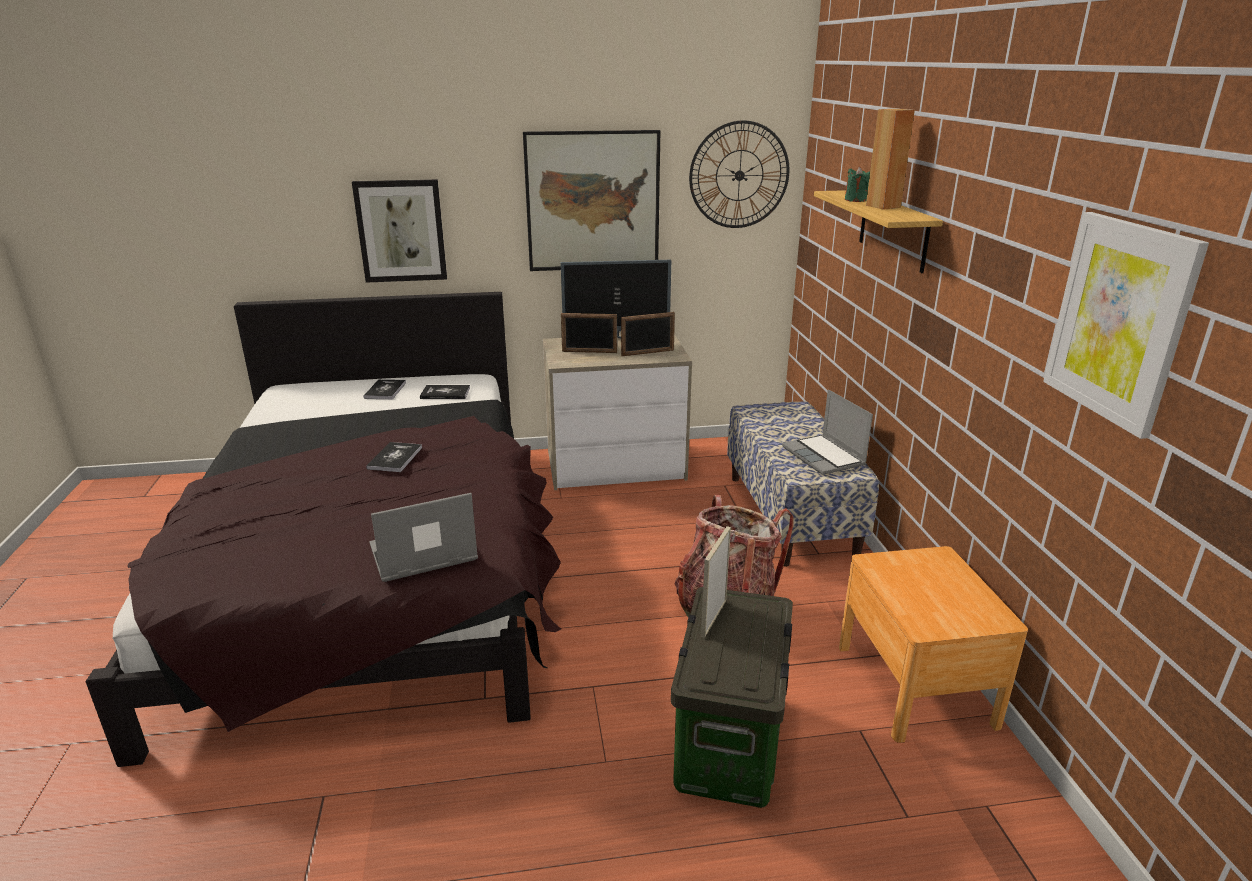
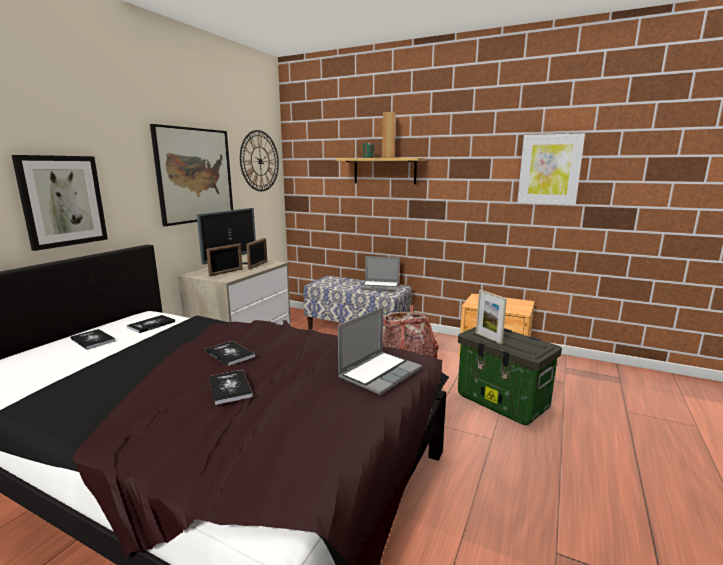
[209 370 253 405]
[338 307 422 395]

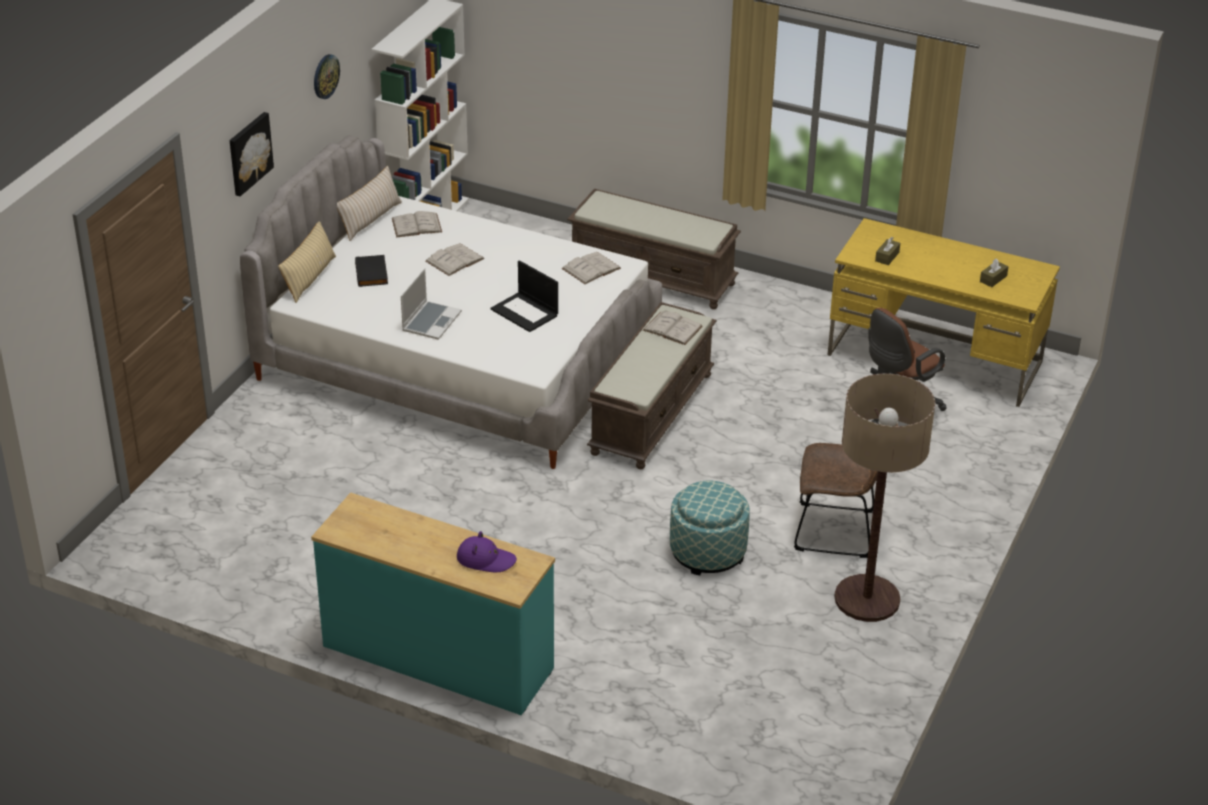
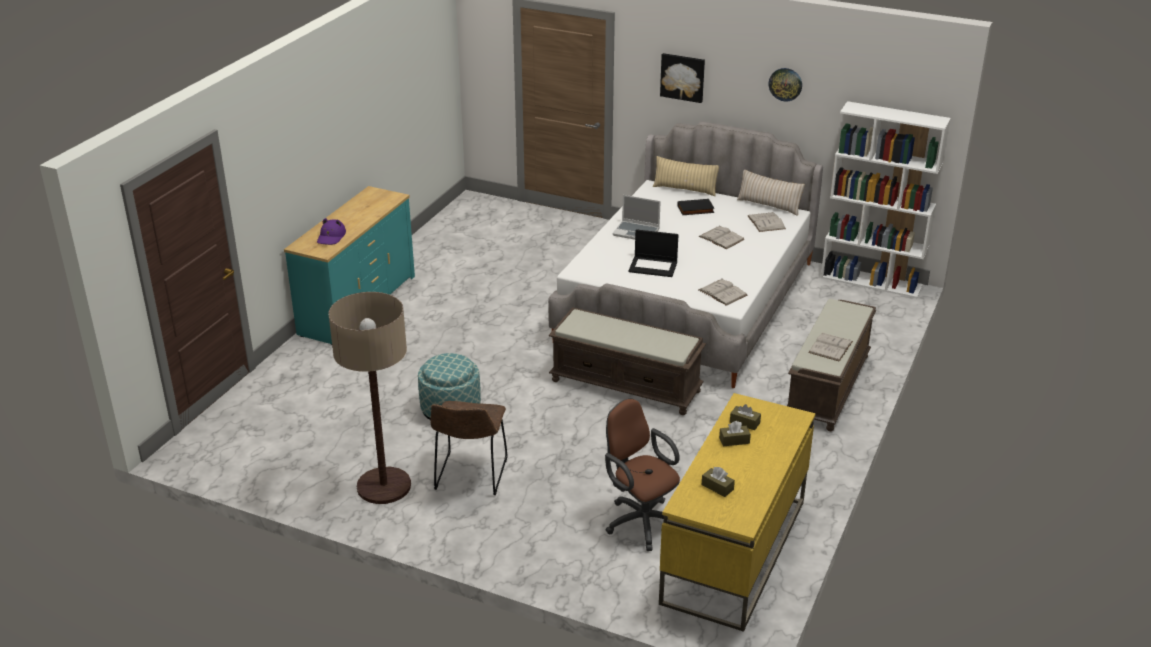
[629 229 679 277]
[719 421 751 447]
[808 333 853 361]

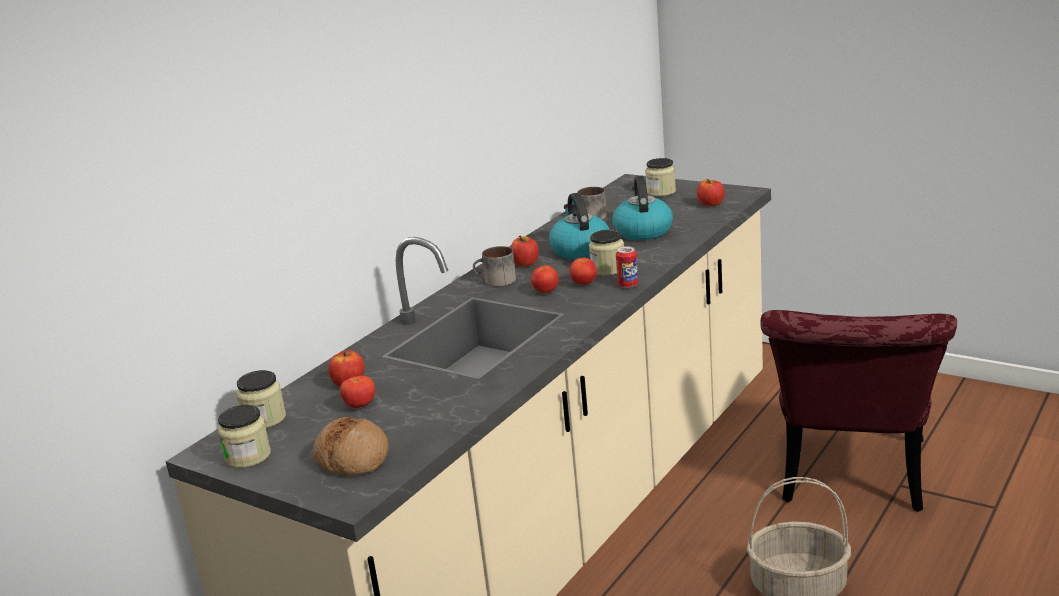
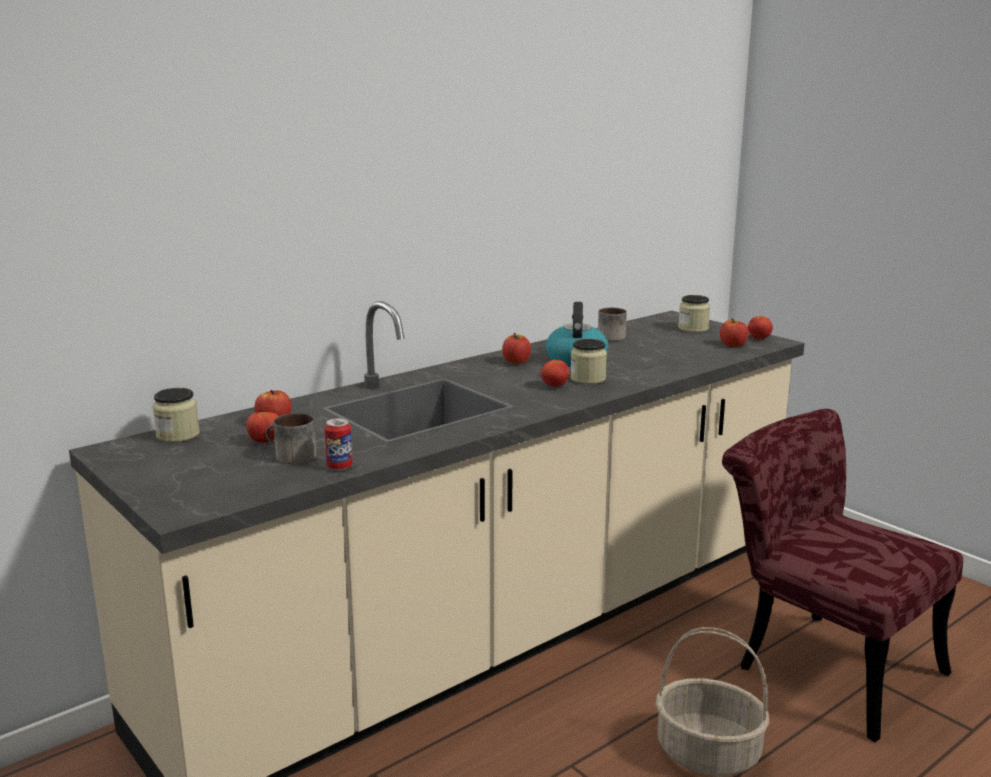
[266 413 316 464]
[325 418 352 471]
[722 409 963 742]
[748 316 773 339]
[218 405 271 468] (first image)
[313 417 389 476] (first image)
[612 176 673 240] (first image)

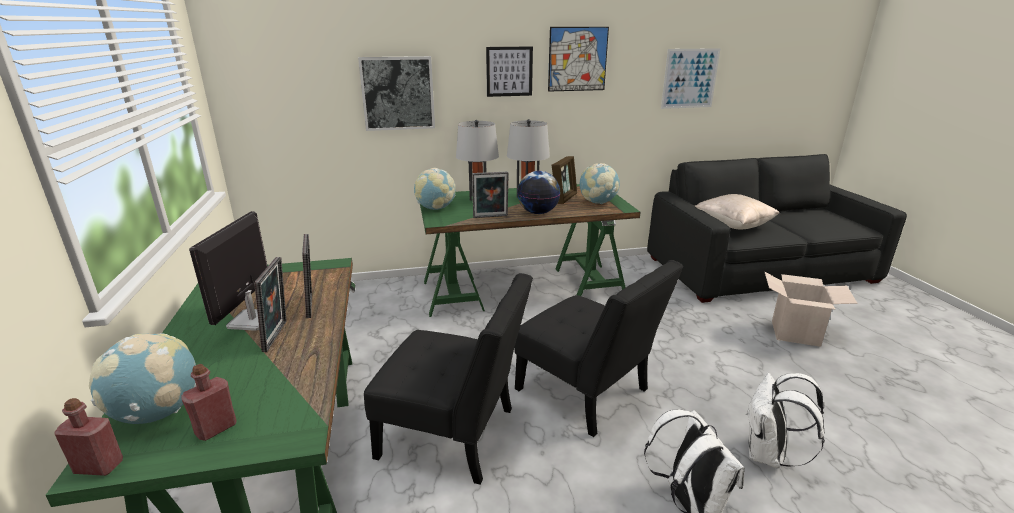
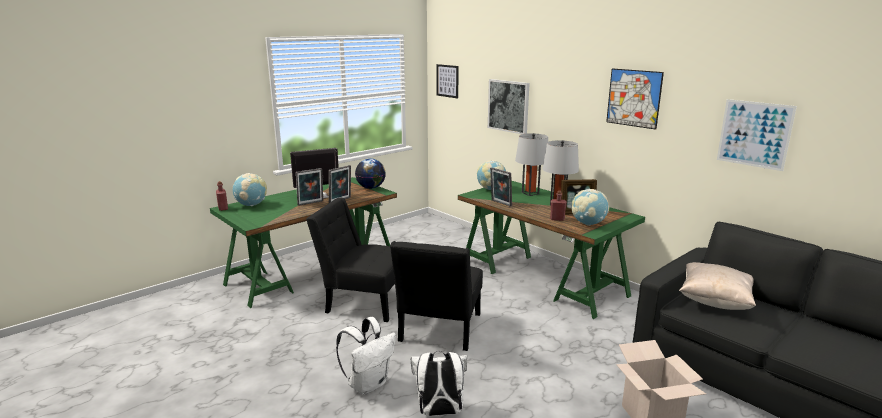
[306 198 395 322]
[355 158 386 189]
[436 64 459 98]
[550 191 567 221]

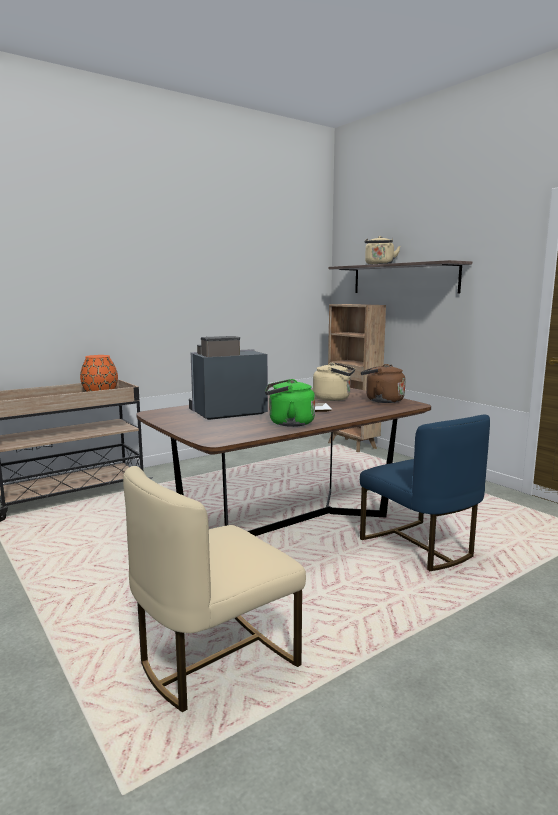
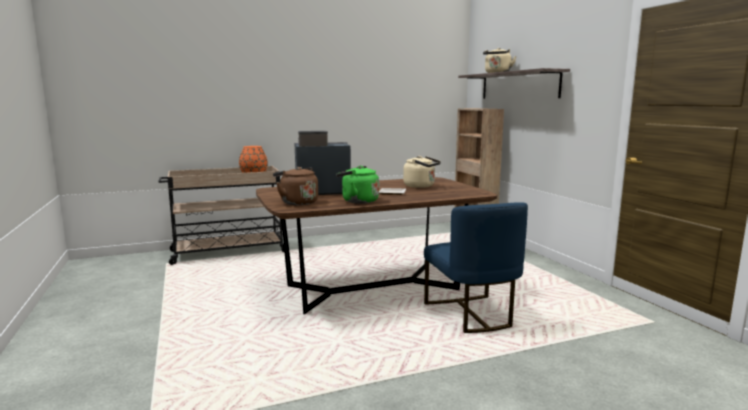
[273 167 318 205]
[123 466 306 712] (first image)

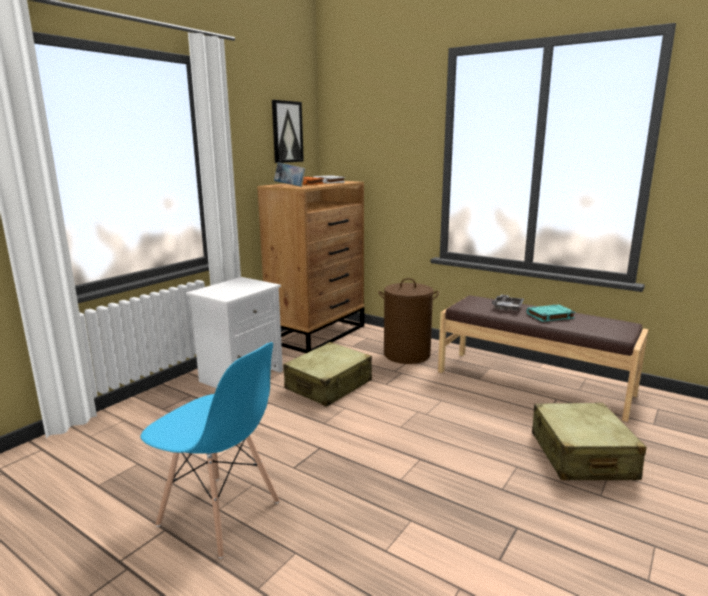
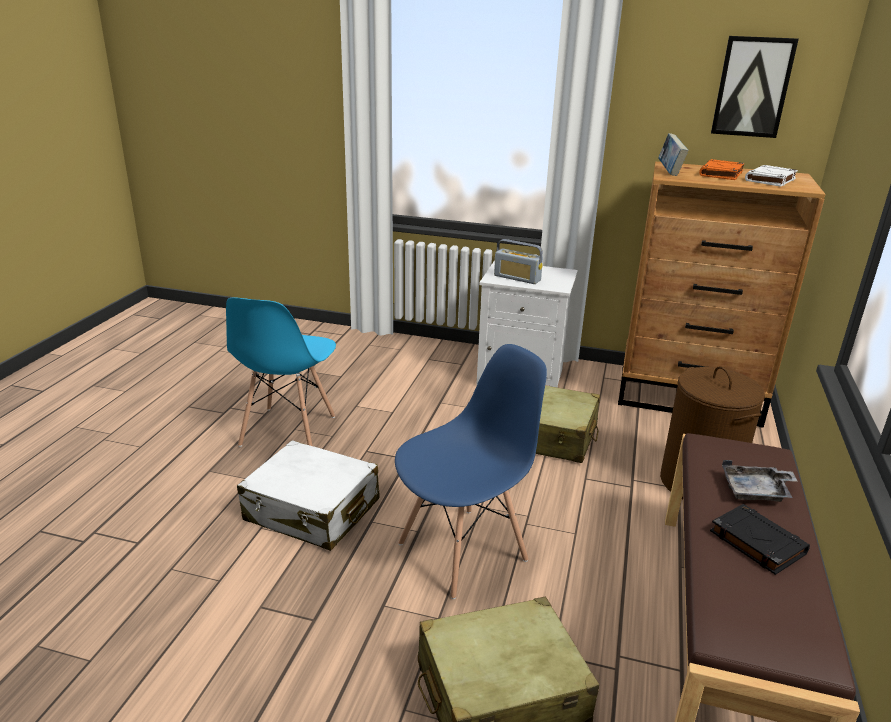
[237 440 379 551]
[395 344 547 599]
[494 239 543 284]
[710 504 810 575]

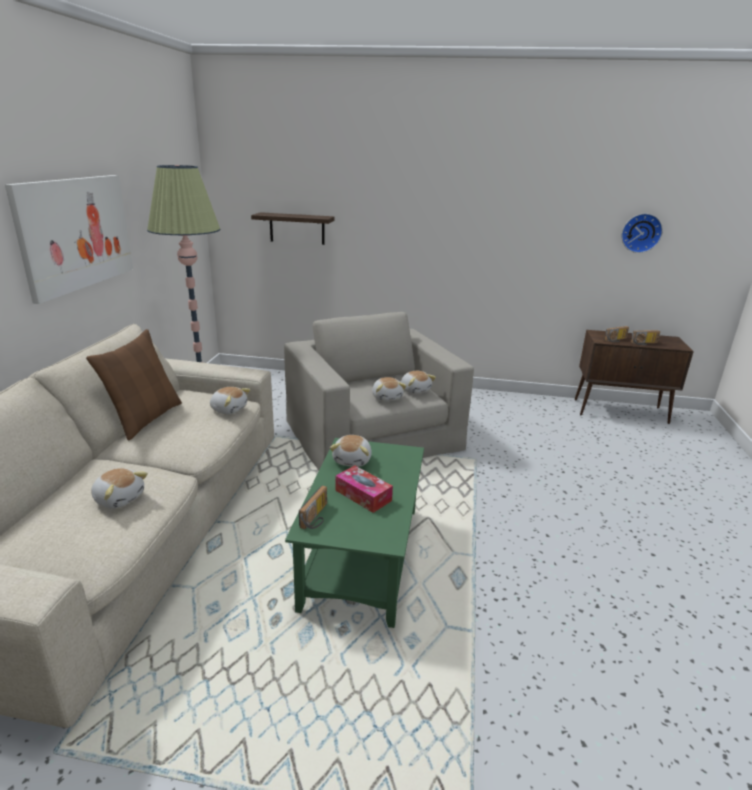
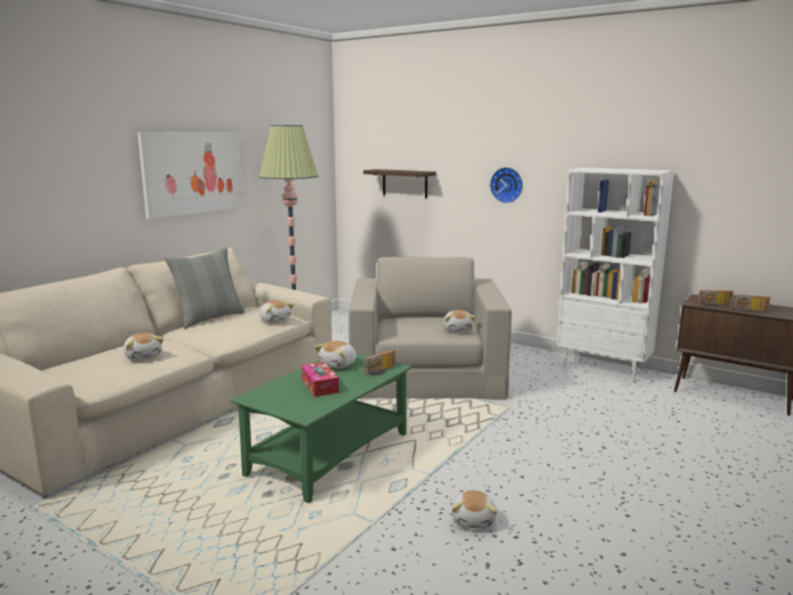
[164 247 245 328]
[364 349 395 375]
[452 490 497 529]
[490 167 523 203]
[557 168 674 381]

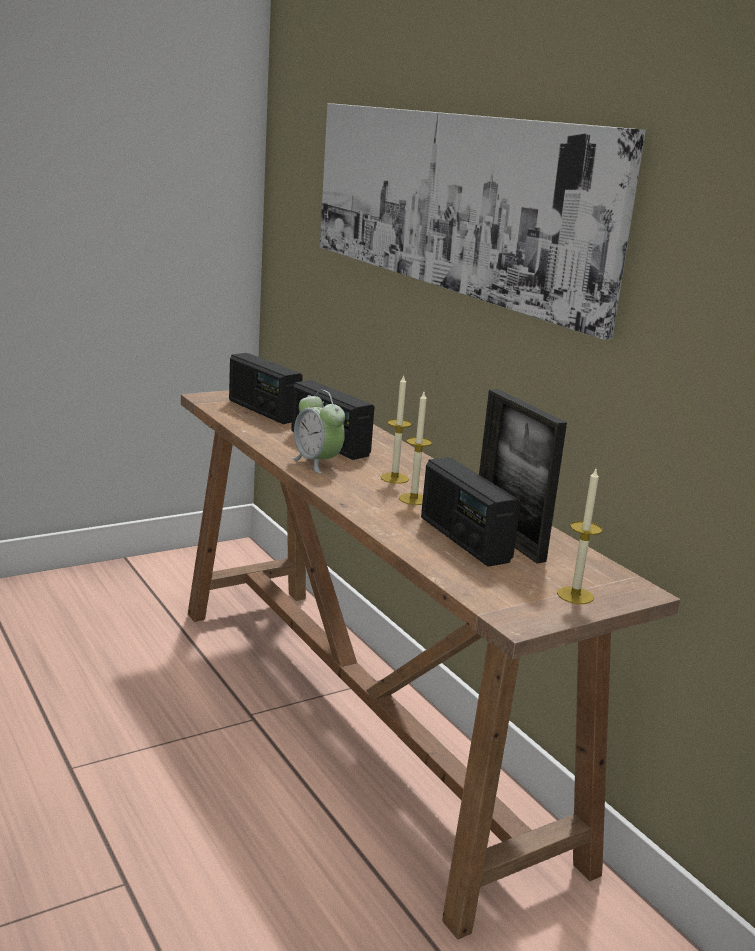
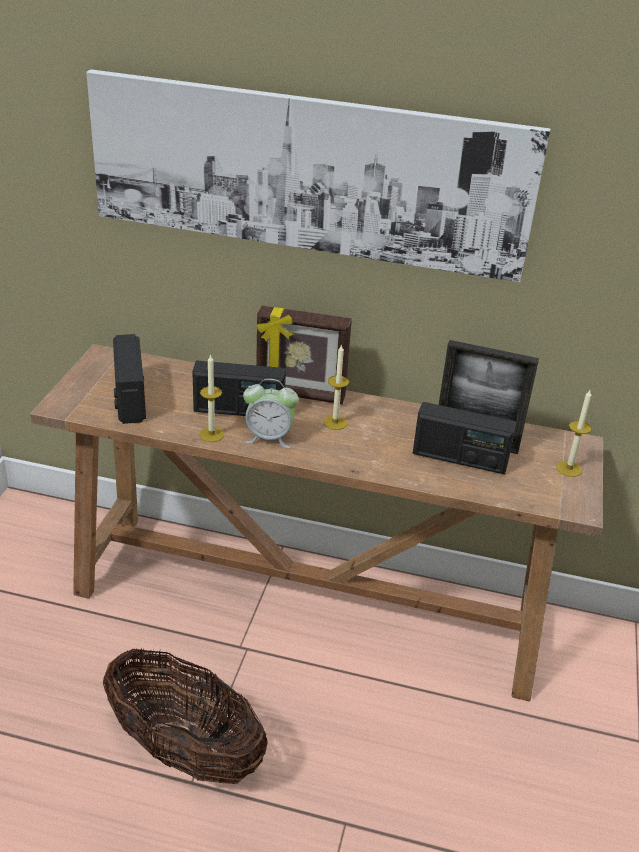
[103 649 268 784]
[113 334 146 424]
[199 354 224 442]
[256 306 352 404]

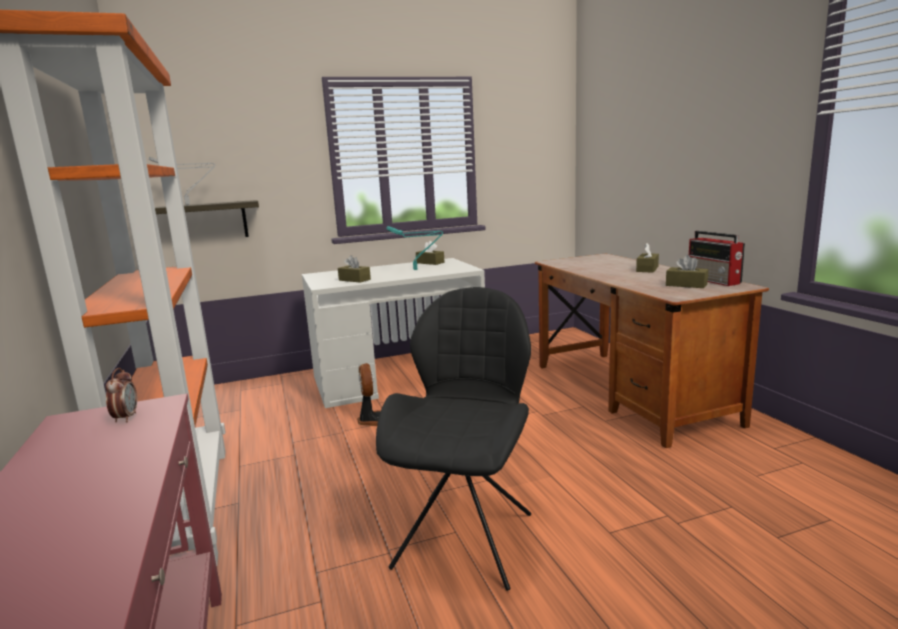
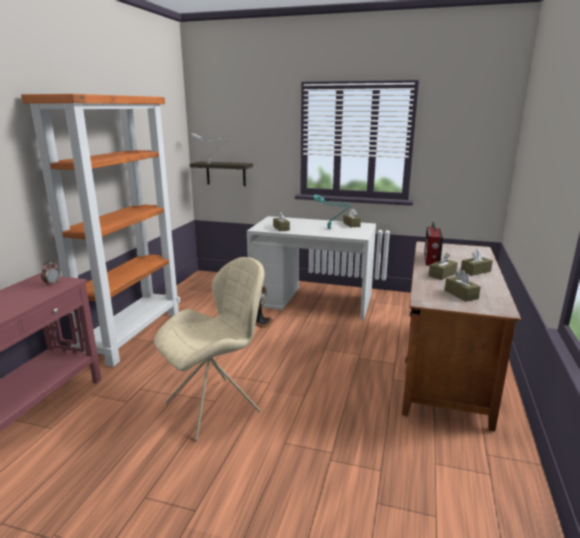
[154 257 264 441]
[424 222 443 266]
[428 252 458 280]

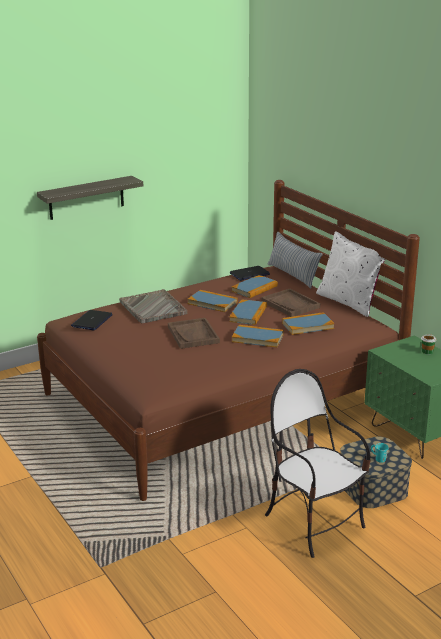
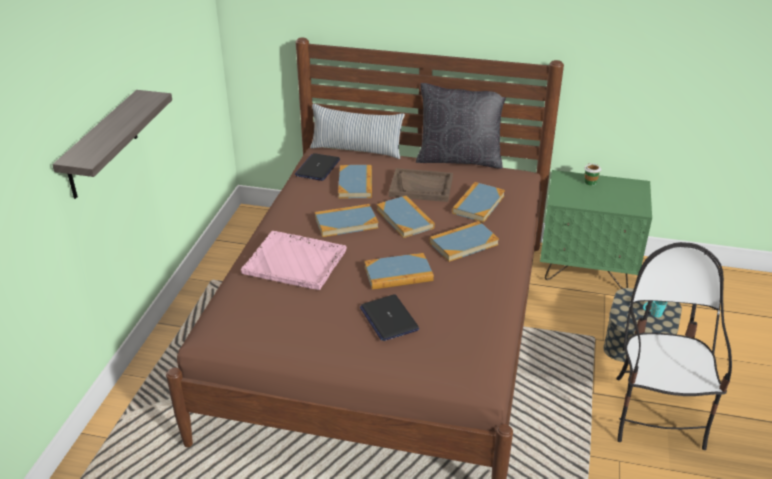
[241 231 347 290]
[360 294 419 341]
[364 253 434 290]
[416 83 506 169]
[616 242 732 450]

